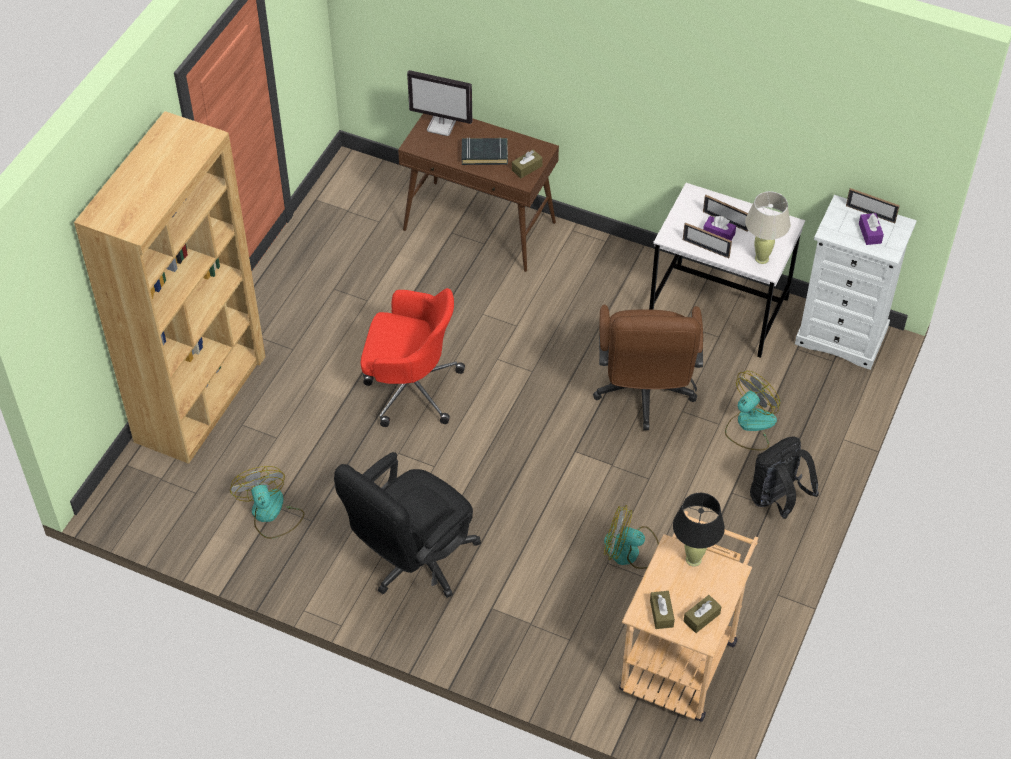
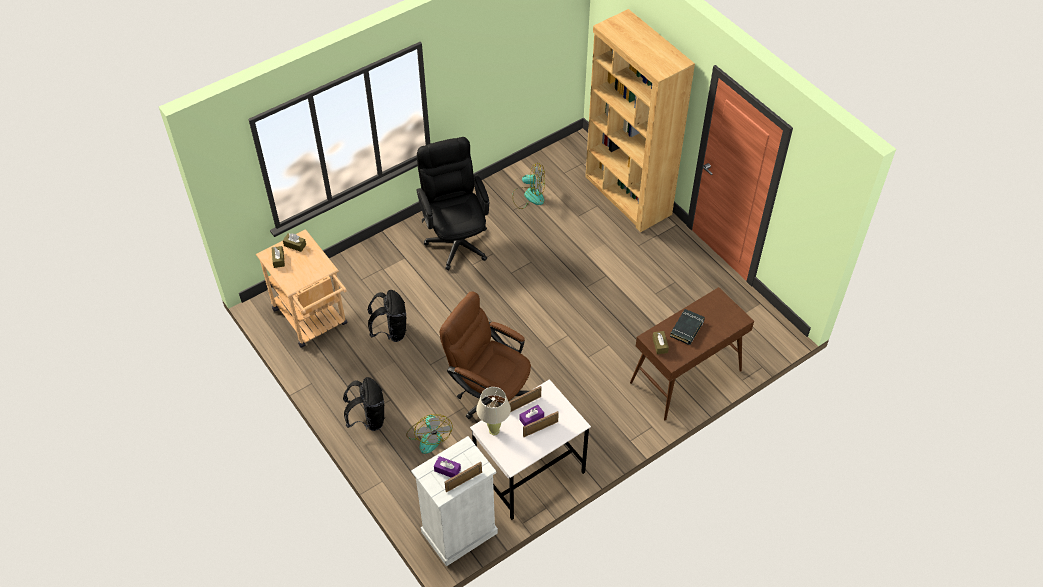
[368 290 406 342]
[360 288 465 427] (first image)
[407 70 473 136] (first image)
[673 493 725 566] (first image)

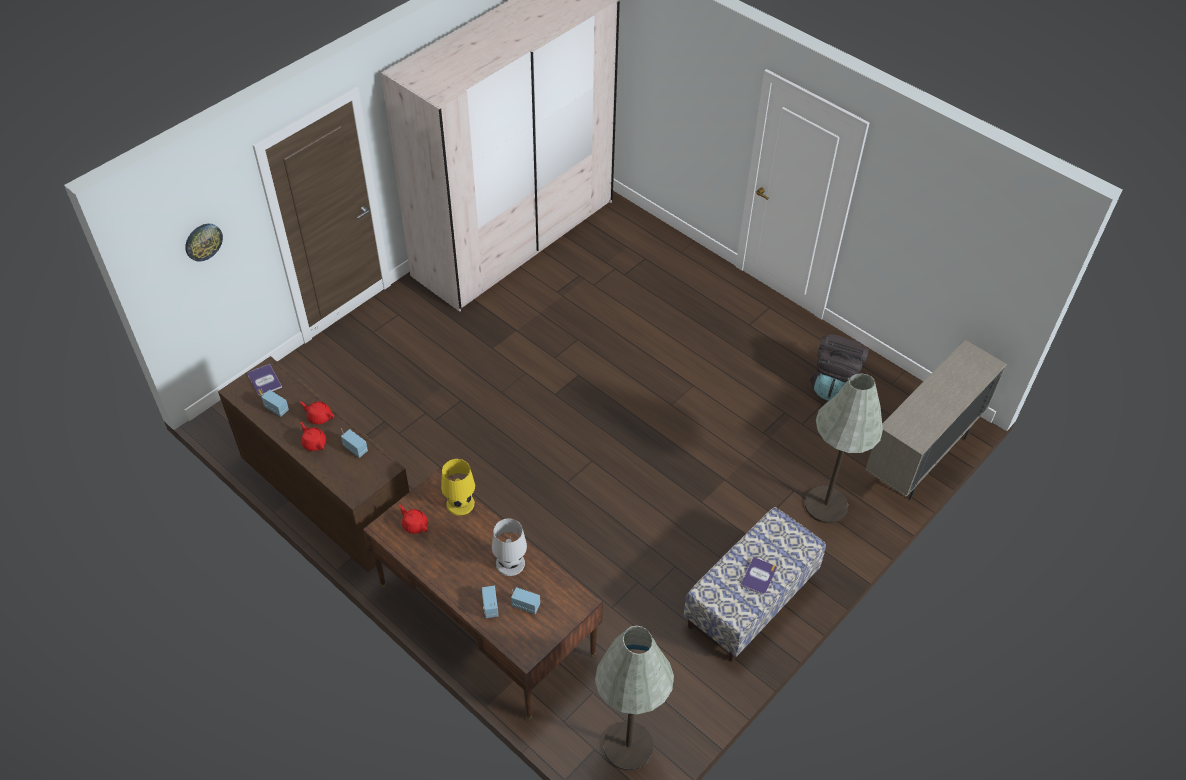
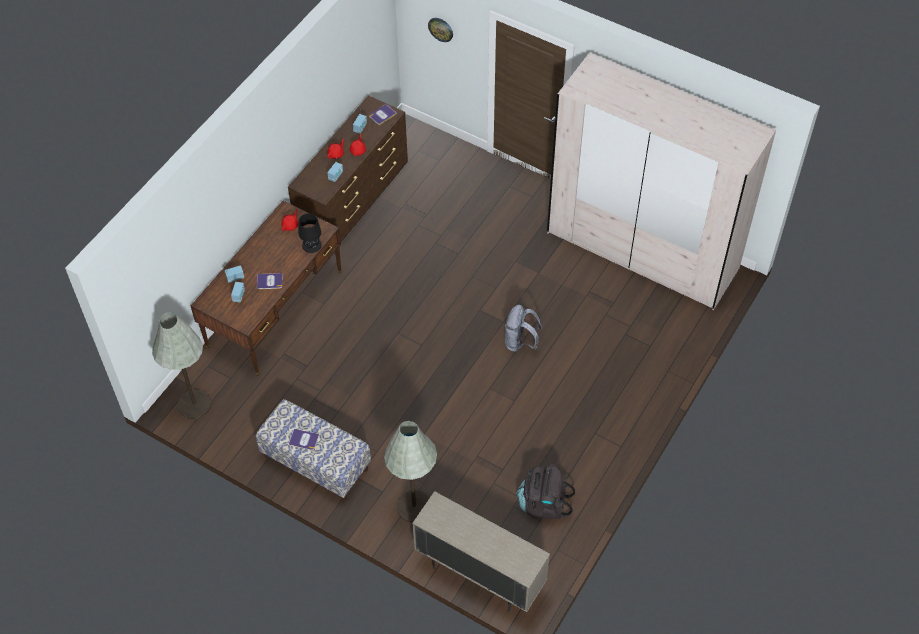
[257 273 283 289]
[298 213 321 253]
[505 305 542 352]

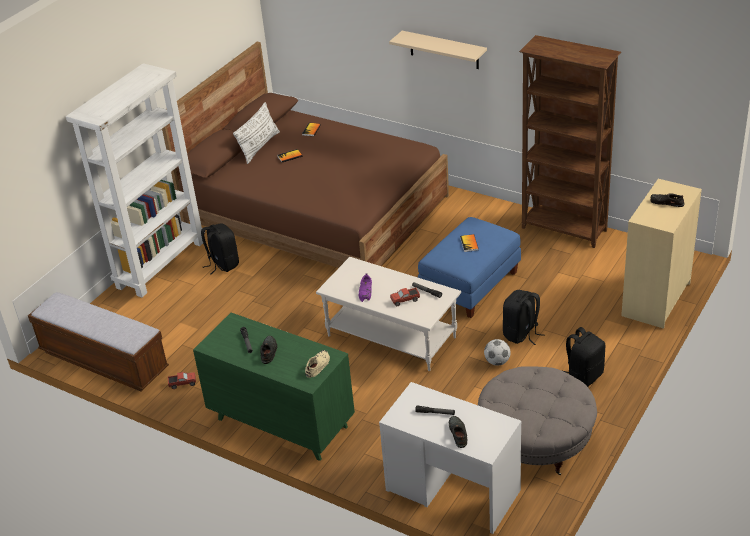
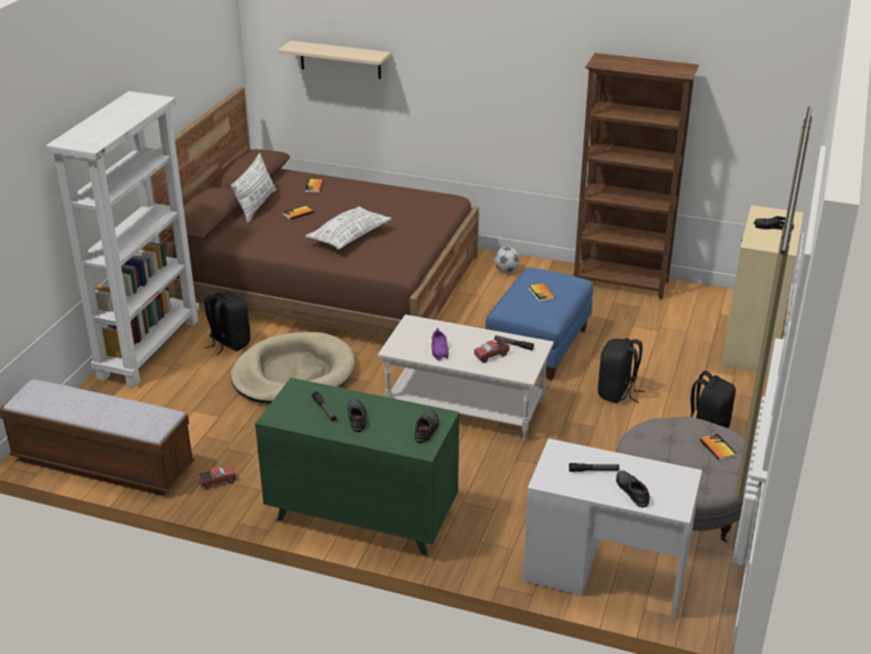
[231 332 355 404]
[278 41 390 79]
[306 206 392 249]
[415 409 439 443]
[494 247 520 272]
[700 433 737 461]

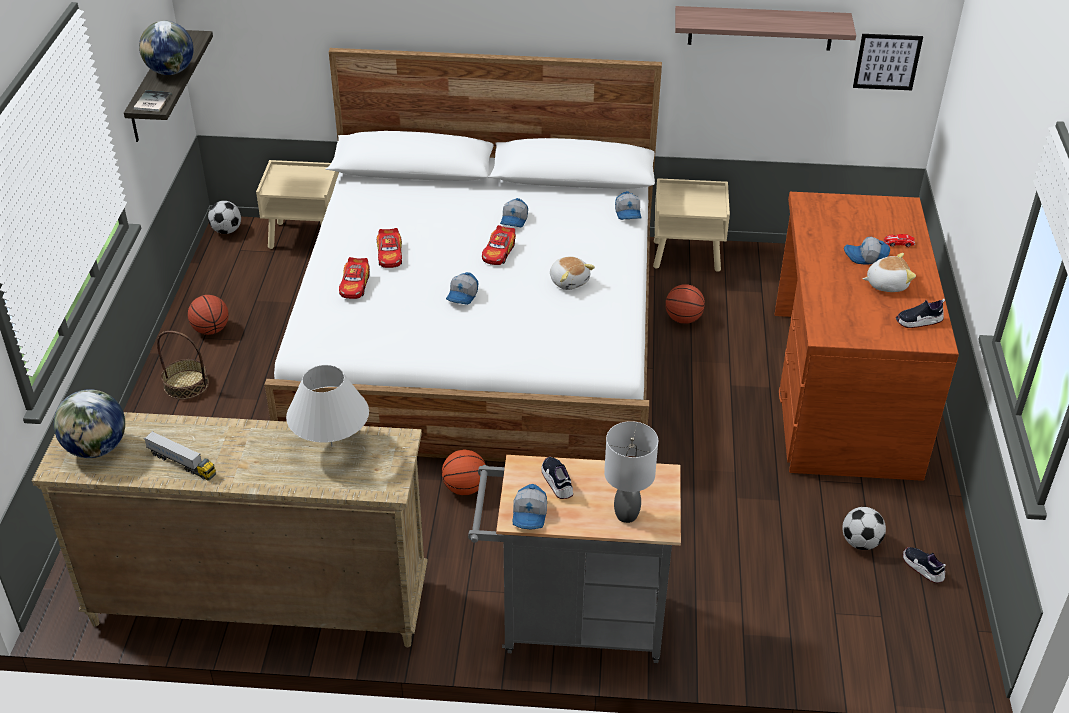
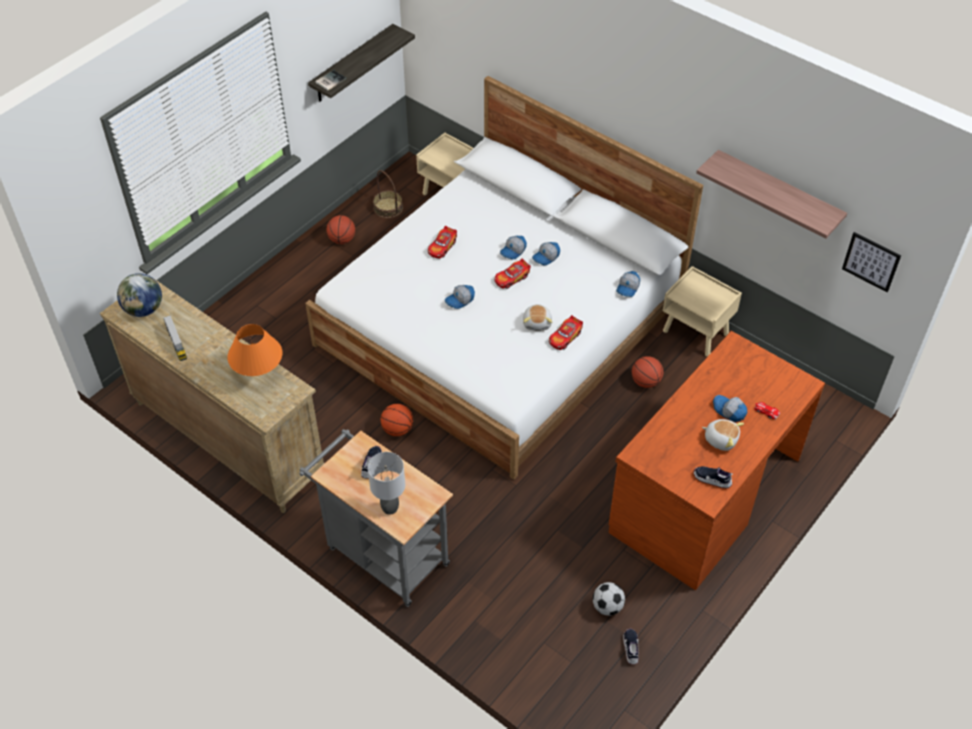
[227 324 283 376]
[373 170 403 218]
[500 236 527 259]
[549 315 583 350]
[139 21 194 75] (first image)
[208 201 241 234] (first image)

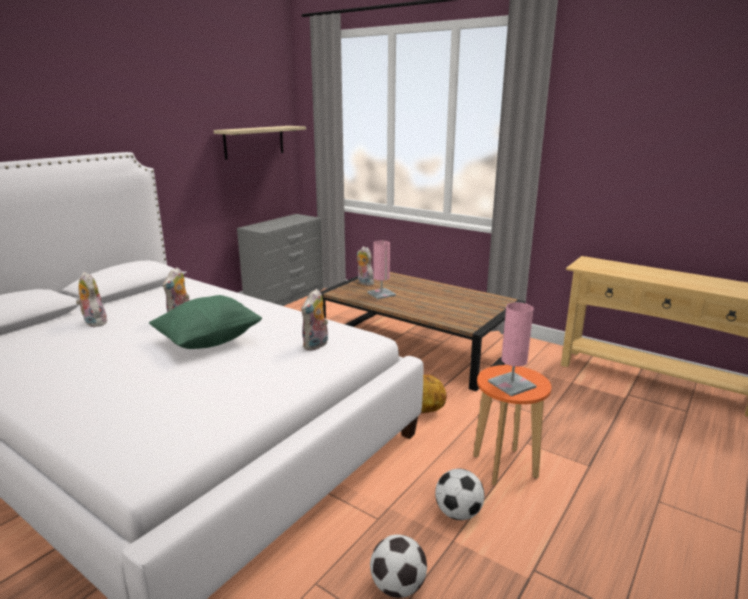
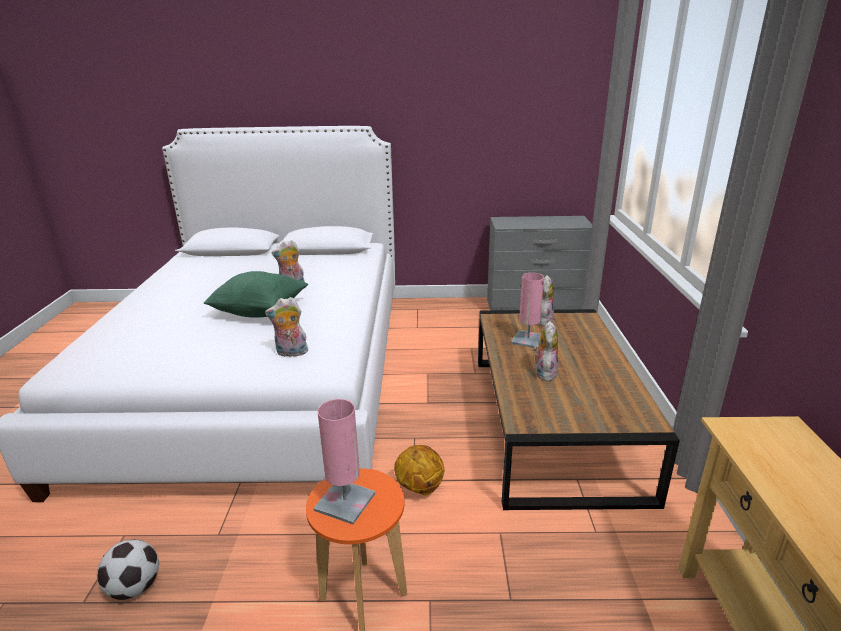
[533 321 558 382]
[214 126 306 160] (first image)
[435 469 485 520] (first image)

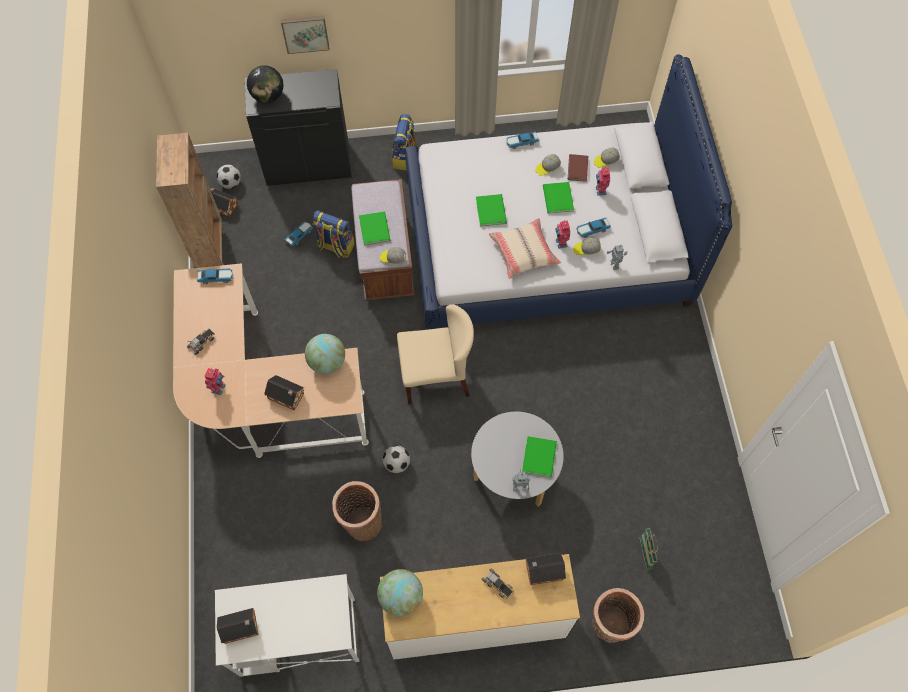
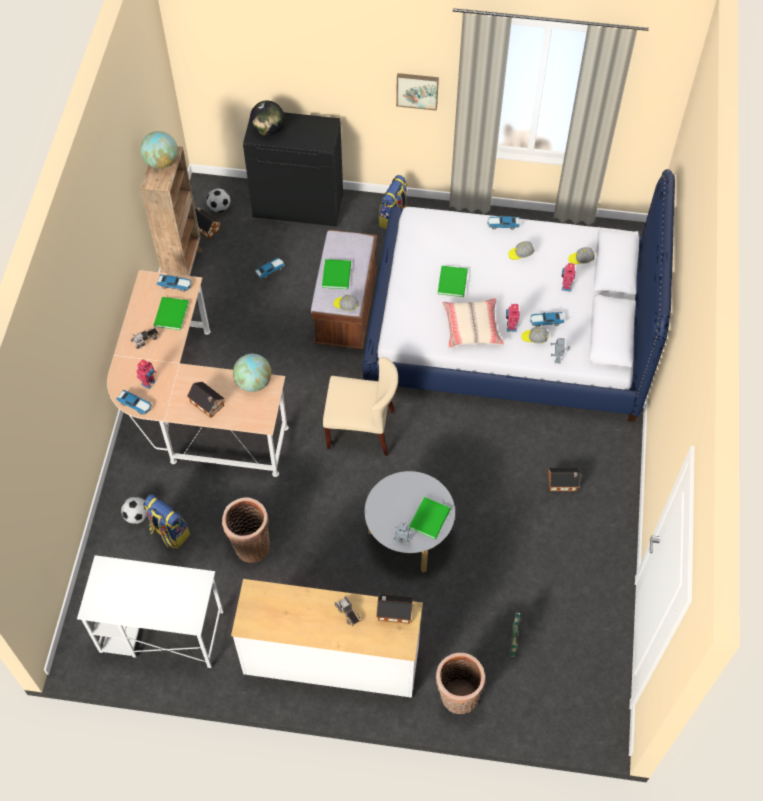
[117 390 152 415]
[121 497 147 524]
[140 131 178 169]
[144 494 190 549]
[154 297 189 330]
[396 73 439 111]
[548 468 580 491]
[568 154 588 182] (first image)

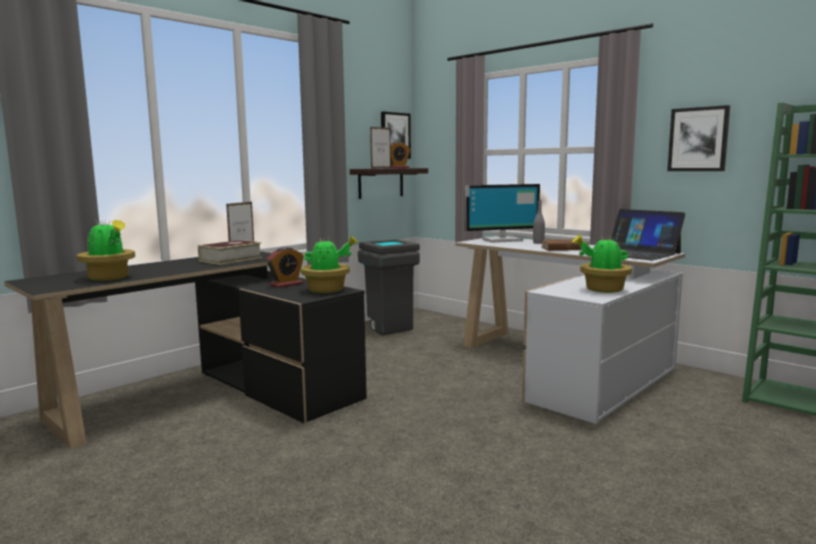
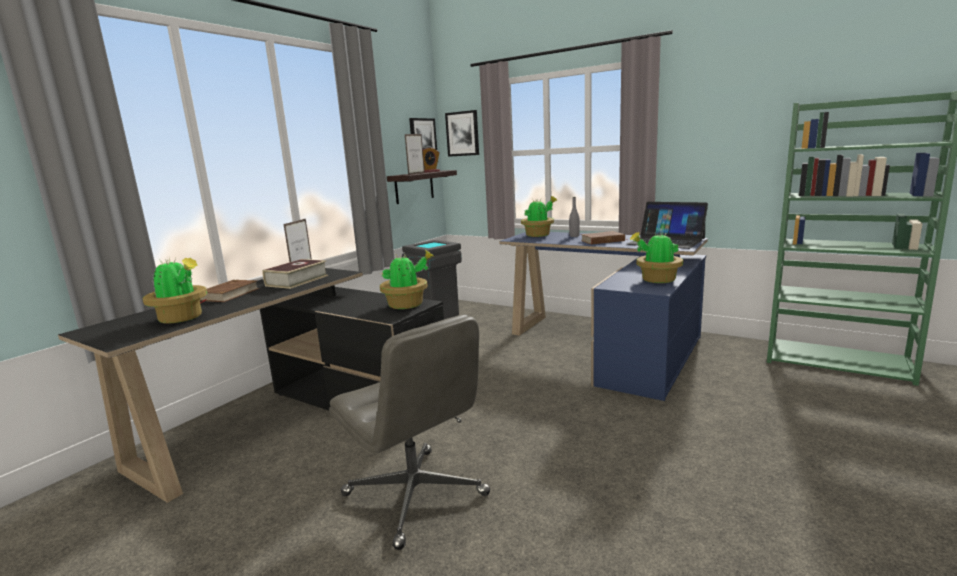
[200 280 259 303]
[329 314 490 550]
[445 110 479 157]
[499 232 708 401]
[521 196 557 237]
[266 247 304 288] (first image)

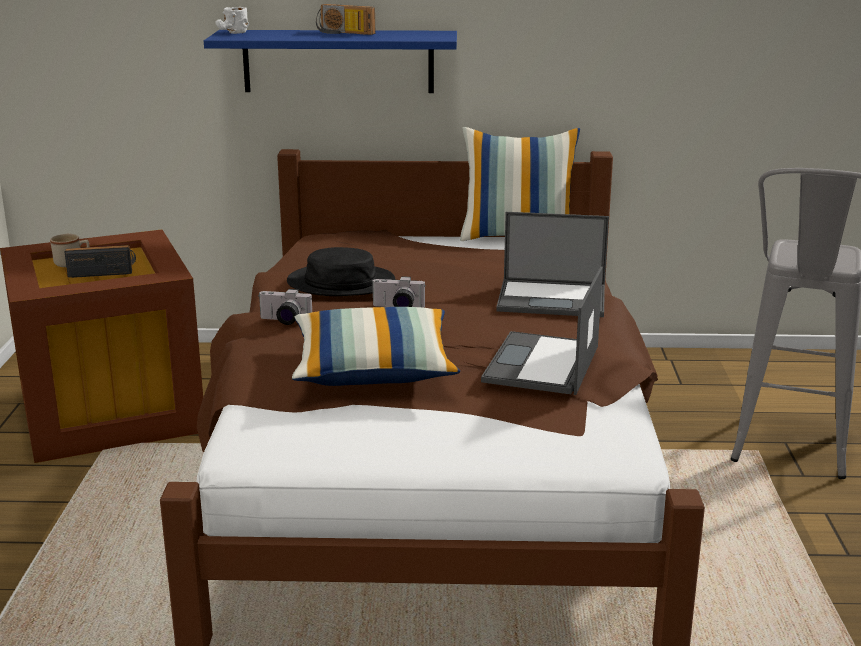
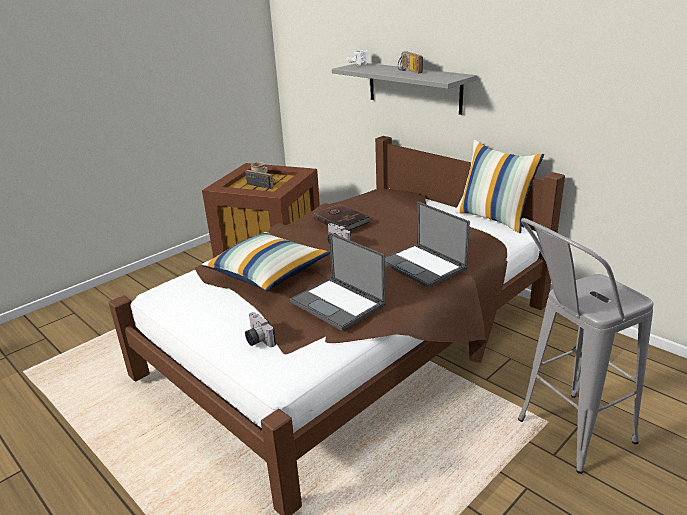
[245 312 276 347]
[290 232 385 331]
[313 204 371 231]
[332 63 477 115]

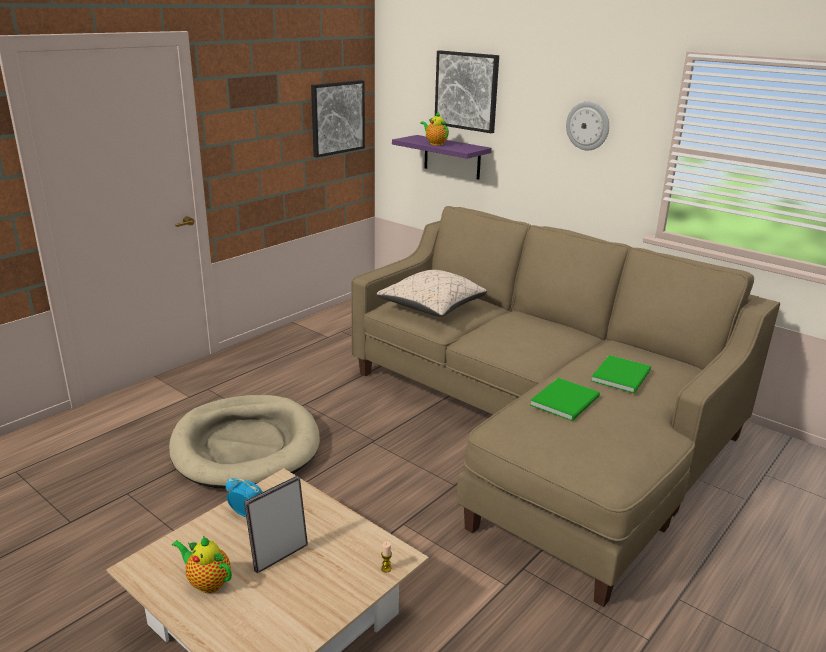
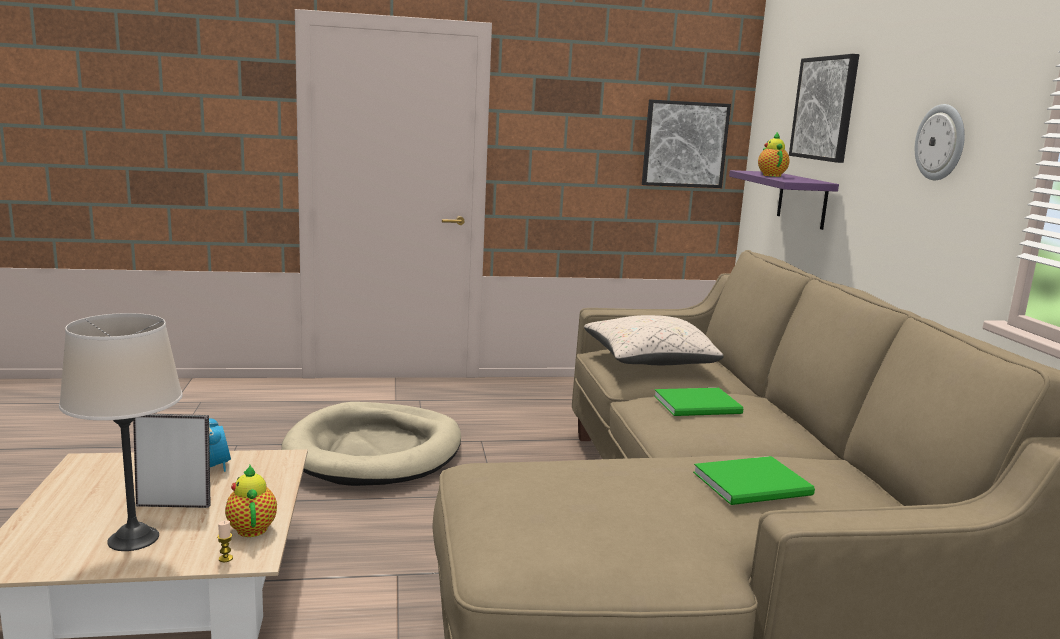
[59 313 183 551]
[225 465 277 537]
[654 388 743 416]

